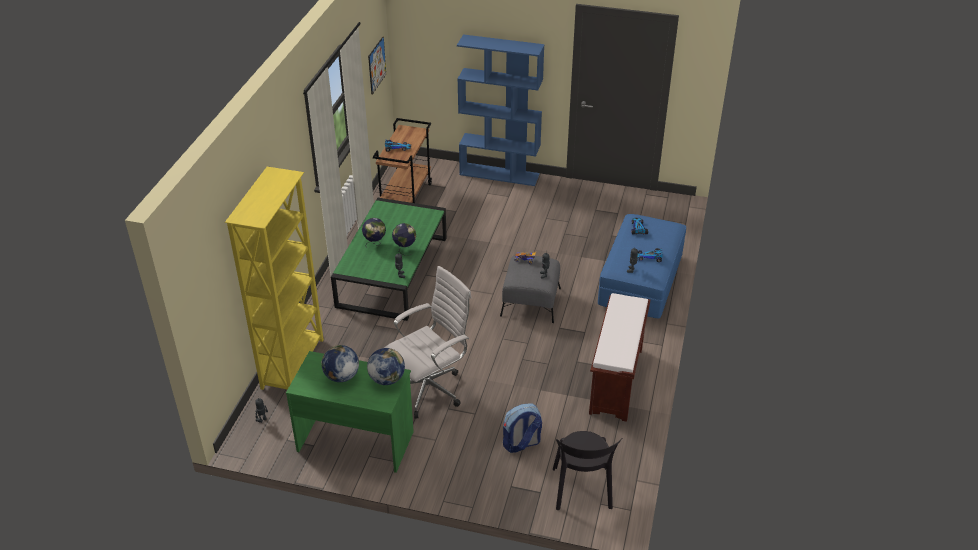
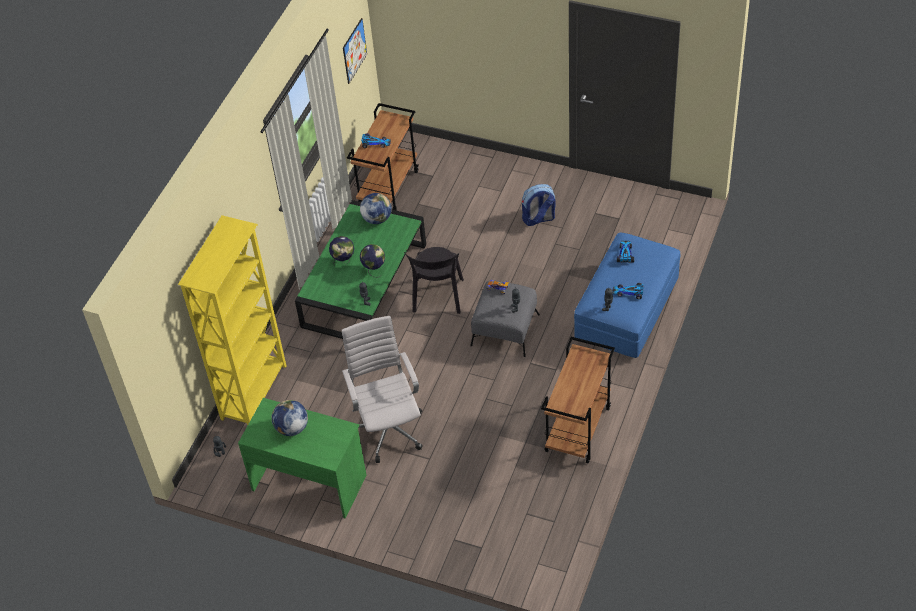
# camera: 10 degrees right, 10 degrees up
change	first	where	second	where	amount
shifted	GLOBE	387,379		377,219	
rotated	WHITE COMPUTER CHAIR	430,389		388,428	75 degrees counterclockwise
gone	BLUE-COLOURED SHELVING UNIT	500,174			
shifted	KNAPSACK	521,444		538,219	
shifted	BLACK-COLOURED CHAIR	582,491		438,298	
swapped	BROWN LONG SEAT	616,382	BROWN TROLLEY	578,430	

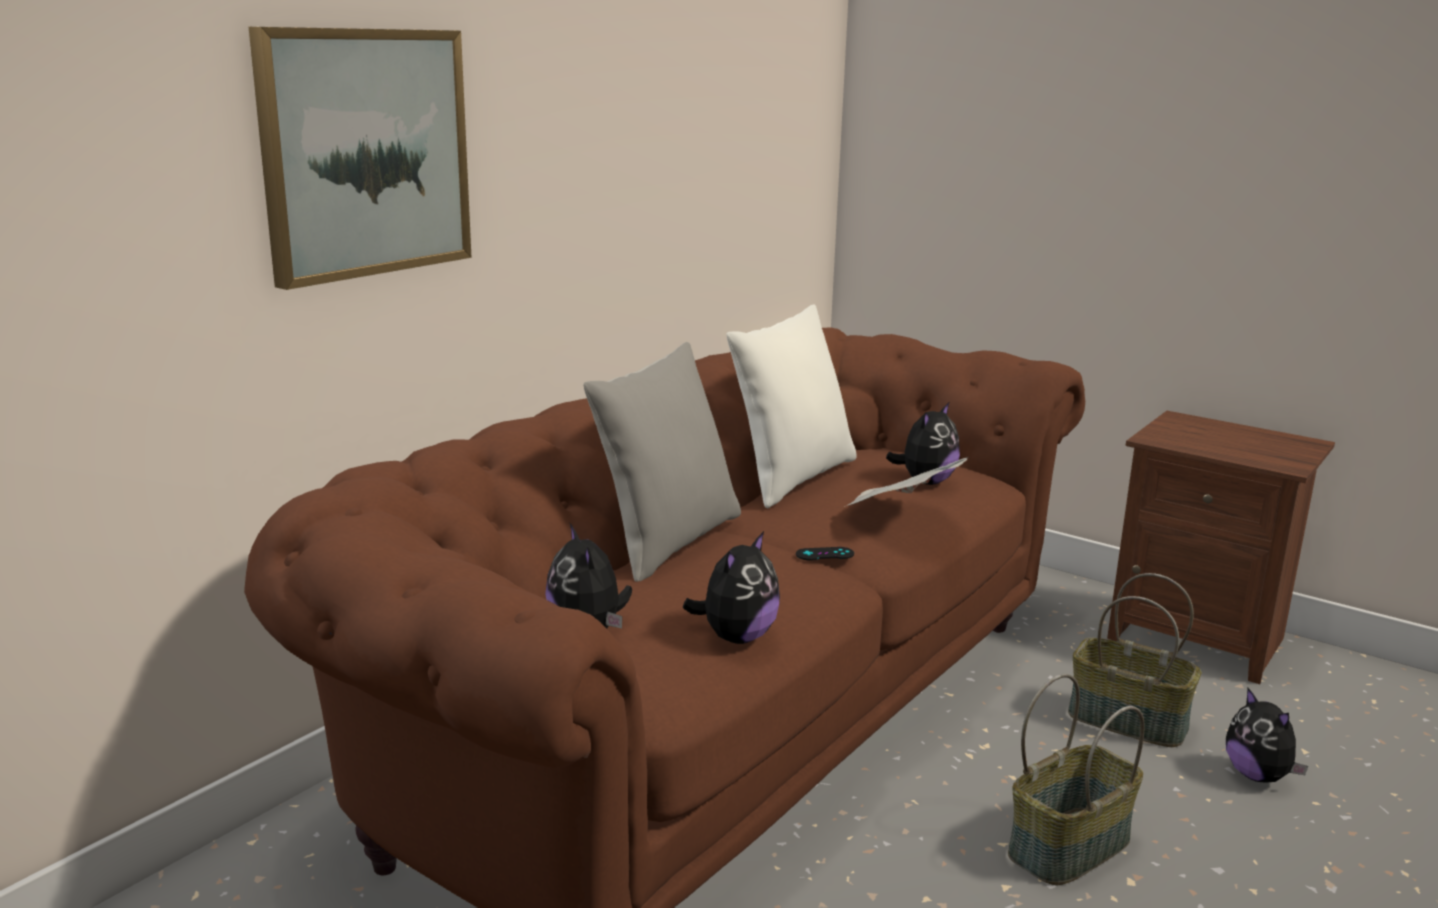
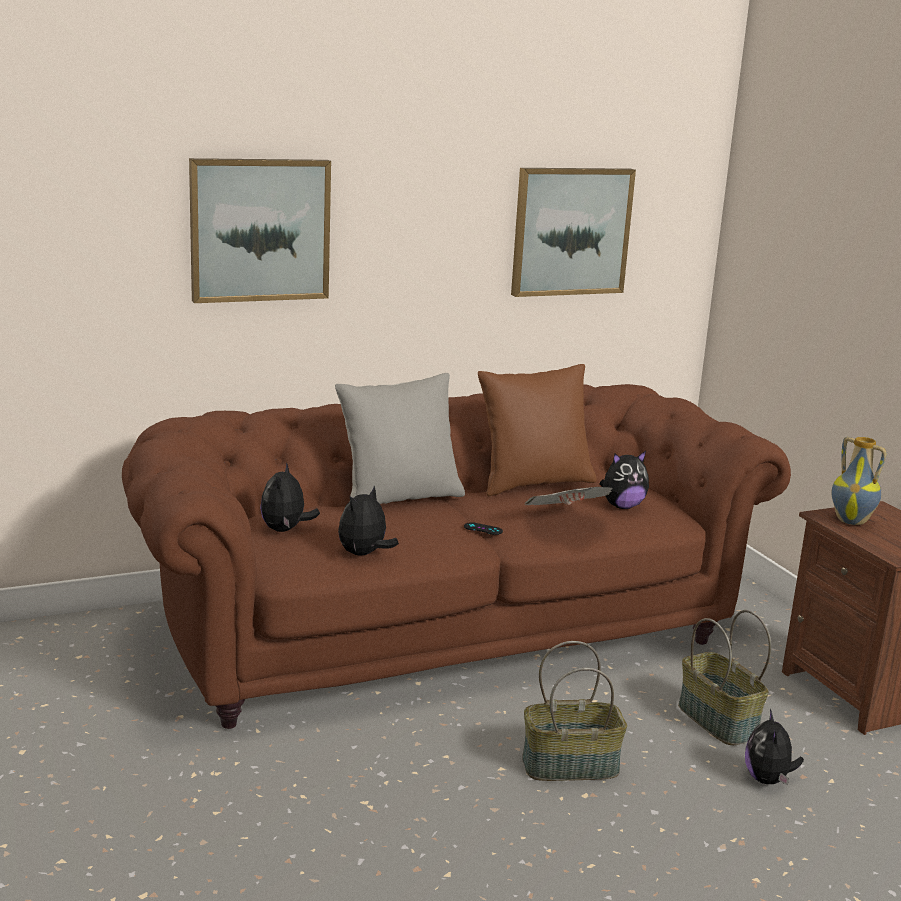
# camera: 30 degrees right, 0 degrees up
change	first	where	second	where	amount
rotated	SOFT TOY	736,637		364,554	150 degrees clockwise
repainted	WHITE THROW PILLOW	791,478	BROWN THROW PILLOW	533,483	
new			WALL PICTURE	571,231	
new			DECORATIVE VASE	852,521	

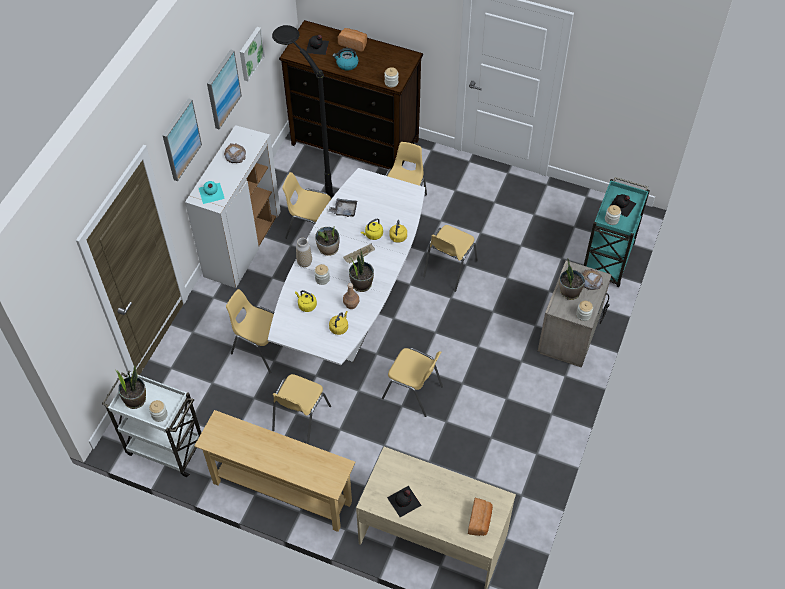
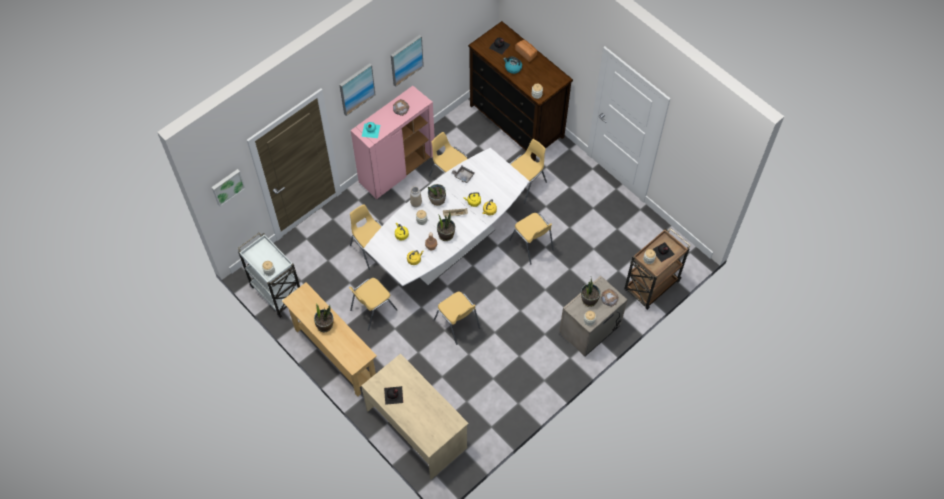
# camera: 25 degrees right, 5 degrees up
change	first	where	second	where	amount
shifted	PLANT IN A POT	135,399		325,325	
repainted	WHITE CABINET	242,245	PINKISH CABINET	397,169	
shifted	WALL PICTURE	250,53		227,186	
gone	BLACK-COLOURED FLOOR LAMP	308,175			
rotated	YELLOW CHAIR	449,269		531,245	90 degrees counterclockwise
gone	BAKED BREAD	480,521			
repainted	BLUE-GREEN TROLLEY	607,261	BROWN TROLLEY	651,286	

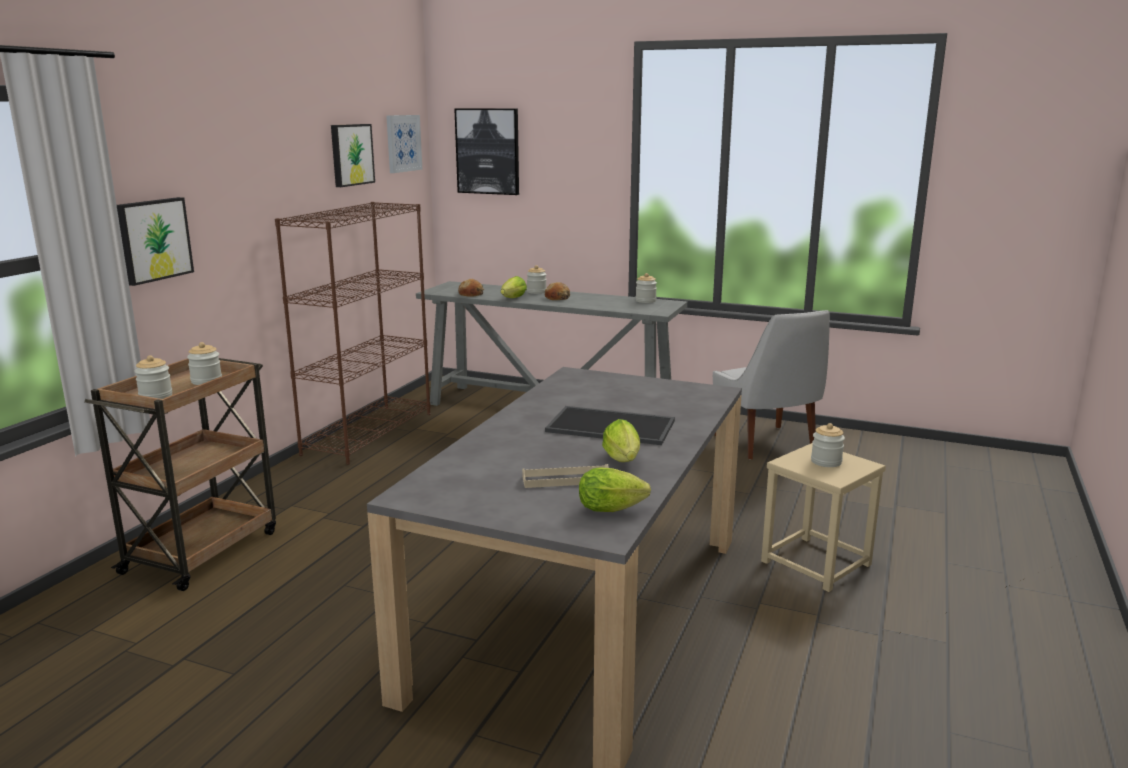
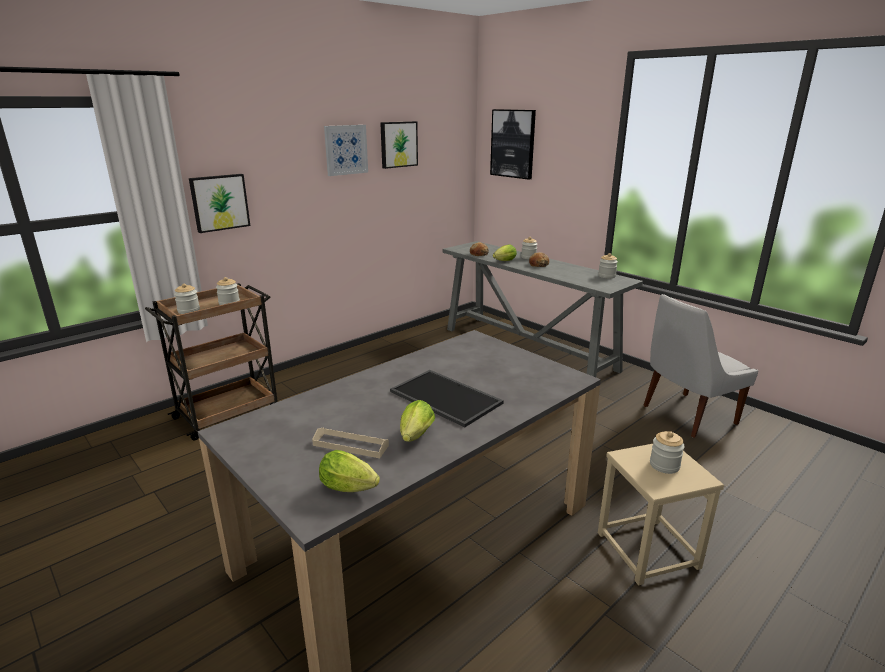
# camera: 25 degrees right, 5 degrees up
change	first	where	second	where	amount
gone	BROWN SHELVING UNIT	368,433			
shifted	WALL PICTURE	403,143		346,150	
rotated	WHITE CHAIR	766,444		686,415	60 degrees clockwise

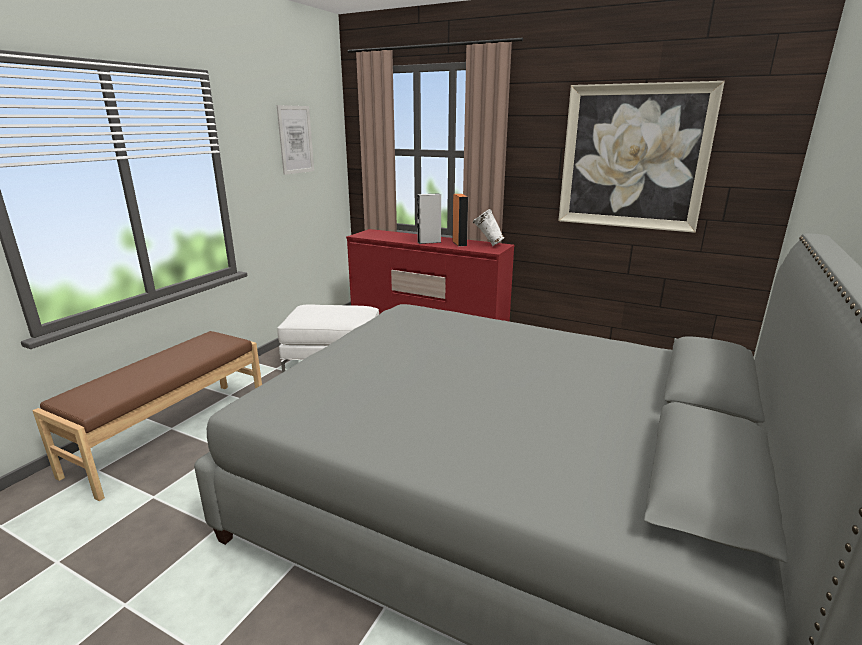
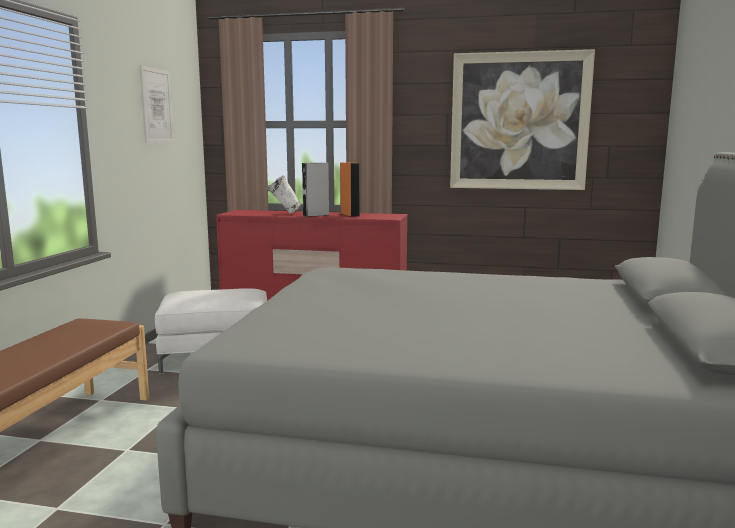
# camera: 15 degrees left, 10 degrees down
change	first	where	second	where	amount
shifted	WHITE DECORATIVE VASE	487,245		283,213	

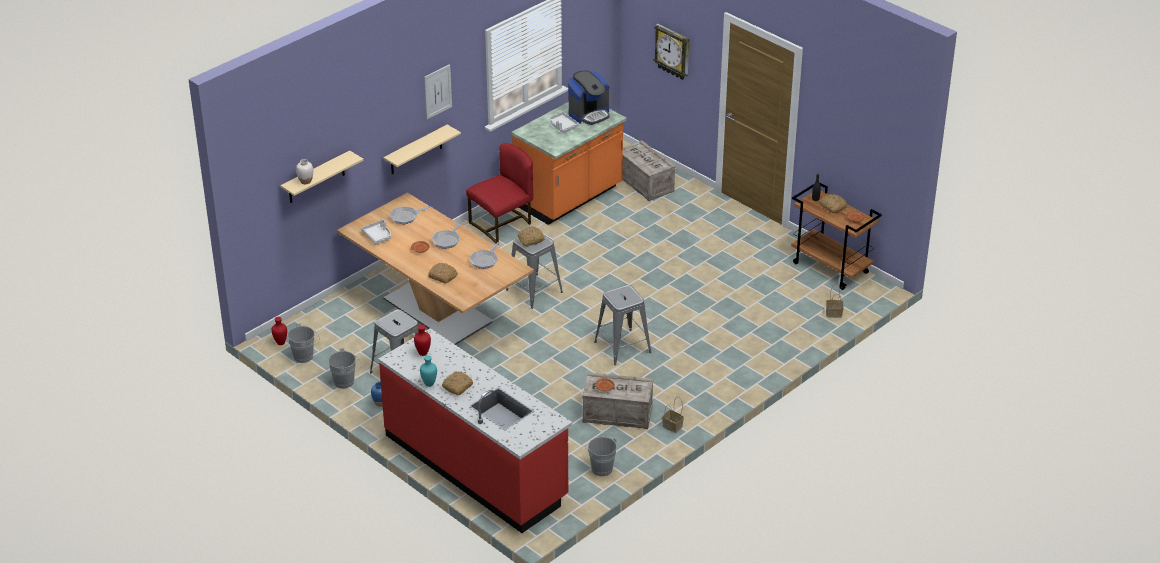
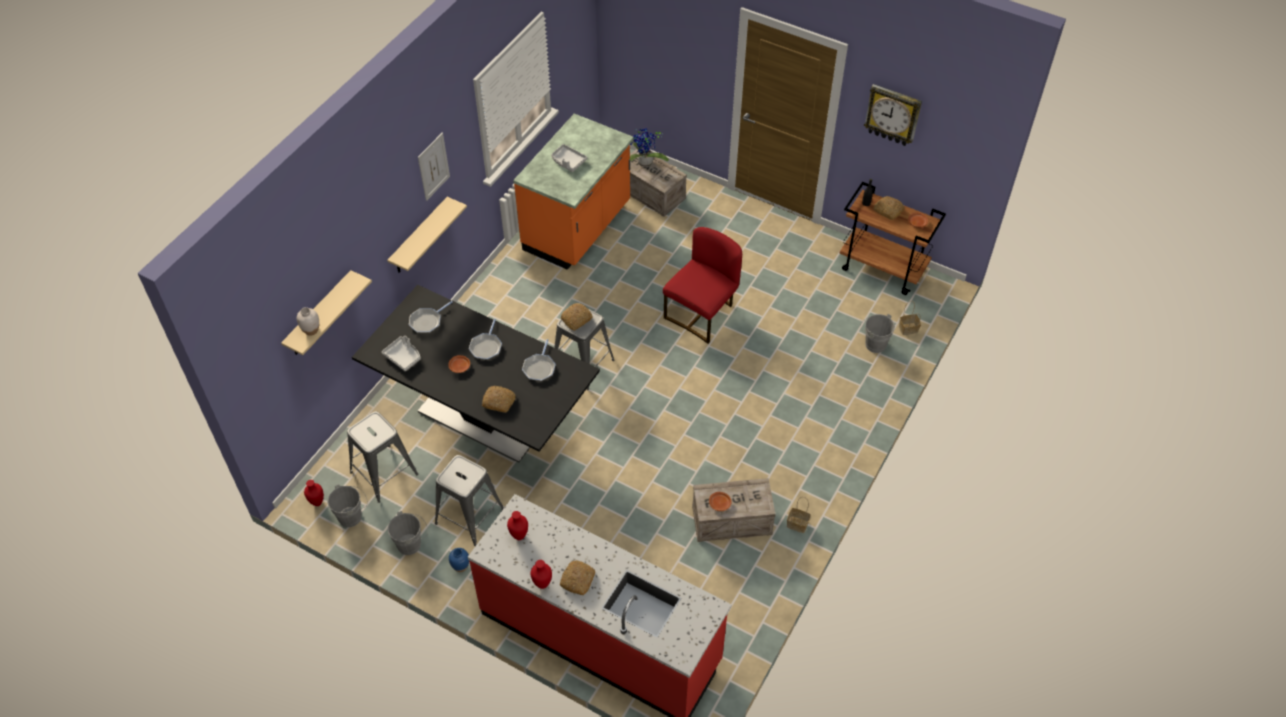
# camera: 15 degrees left, 15 degrees up
change	first	where	second	where	amount
repainted	BEIGE-COLOURED KITCHEN TABLE	437,311	BLACK-COLOURED KITCHEN TABLE	484,416	
repainted	BLUE-GREEN DECORATIVE VASE	429,384	RED DECORATIVE VASE	543,584	
shifted	RED CHAIR	502,225		702,314	
gone	COFFEE MAKER	589,114			
shifted	GRAY WATER BUCKET	600,468		873,343	
shifted	GRAY STOOL	622,347		384,473	
shifted	HANGING CLOCK	673,51		893,115	
new			PLANT IN A POT	644,164	

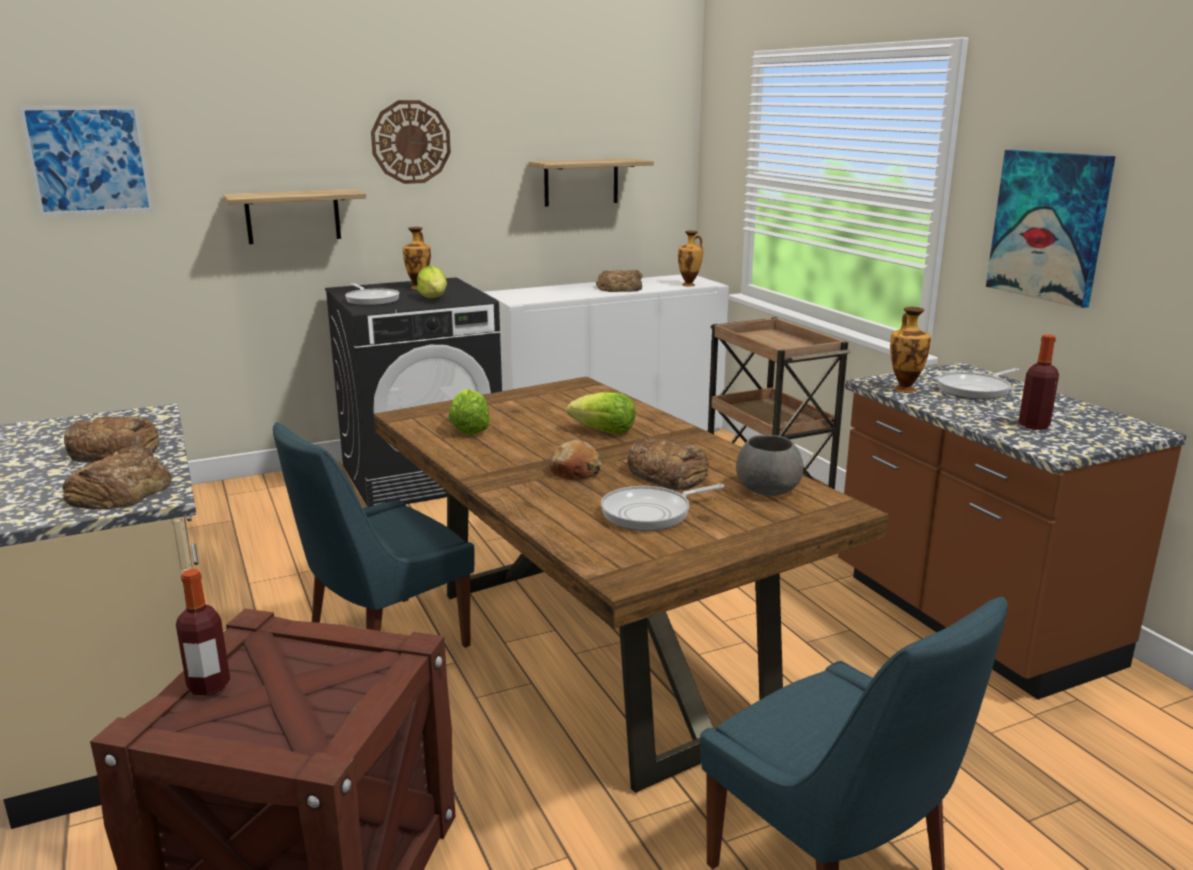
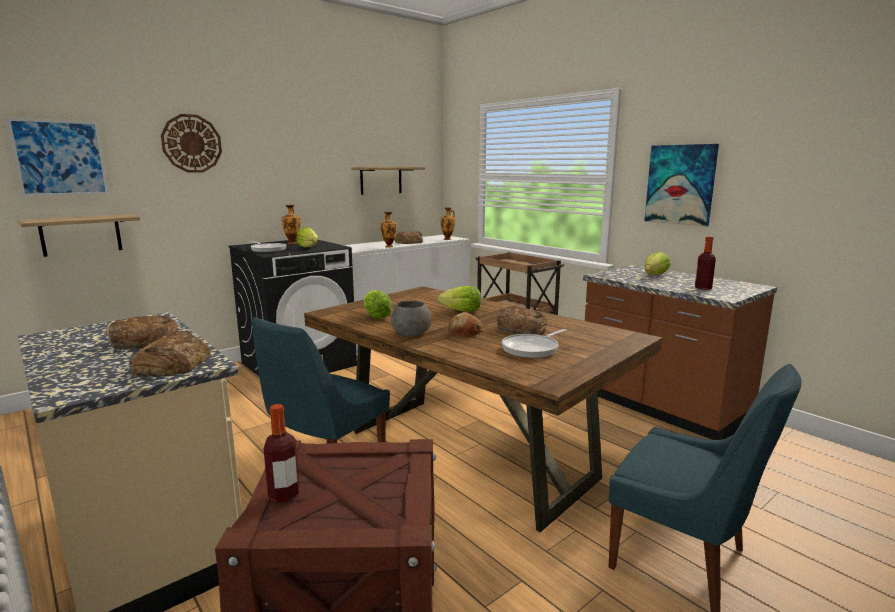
# camera: 15 degrees left, 5 degrees down
change	first	where	second	where	amount
shifted	BRACKET SHELF	293,216		81,235	
shifted	HANGING CLOCK	411,142		191,143	
shifted	GRAY BOWL	768,489		411,333	
shifted	DECORATIVE VASE	904,389		389,246	
swapped	SKILLET	976,390	HEAD OF LETTUCE	655,275	

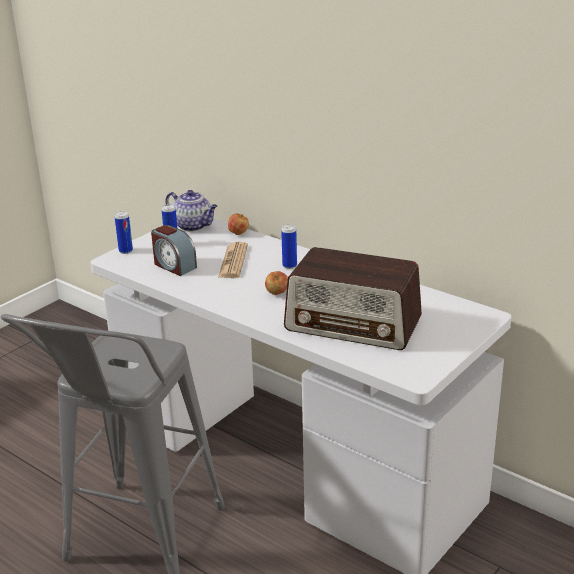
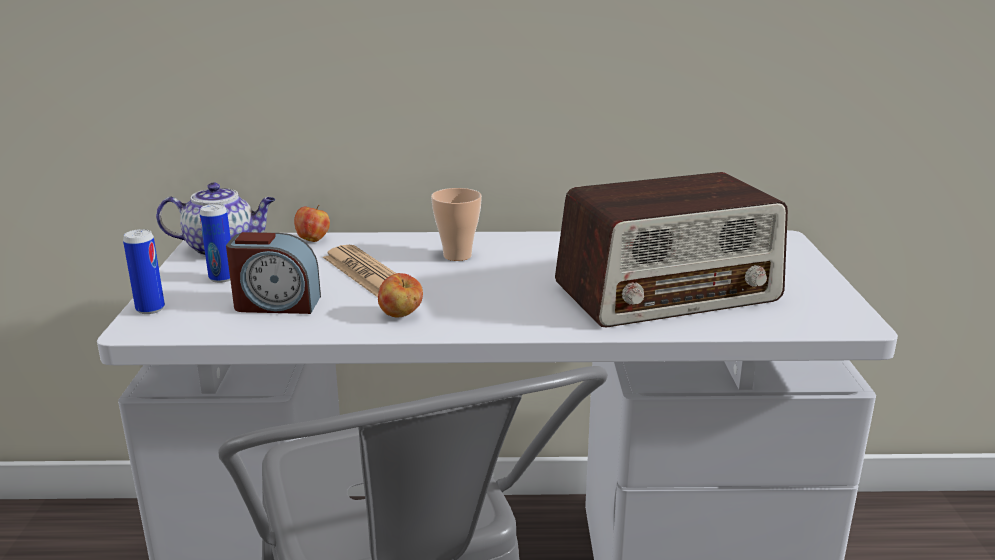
# camera: 40 degrees left, 5 degrees down
change	first	where	second	where	amount
shifted	APPLE	277,293		401,315	
swapped	METAL CAN	289,266	DRINKING CUP	457,255	

